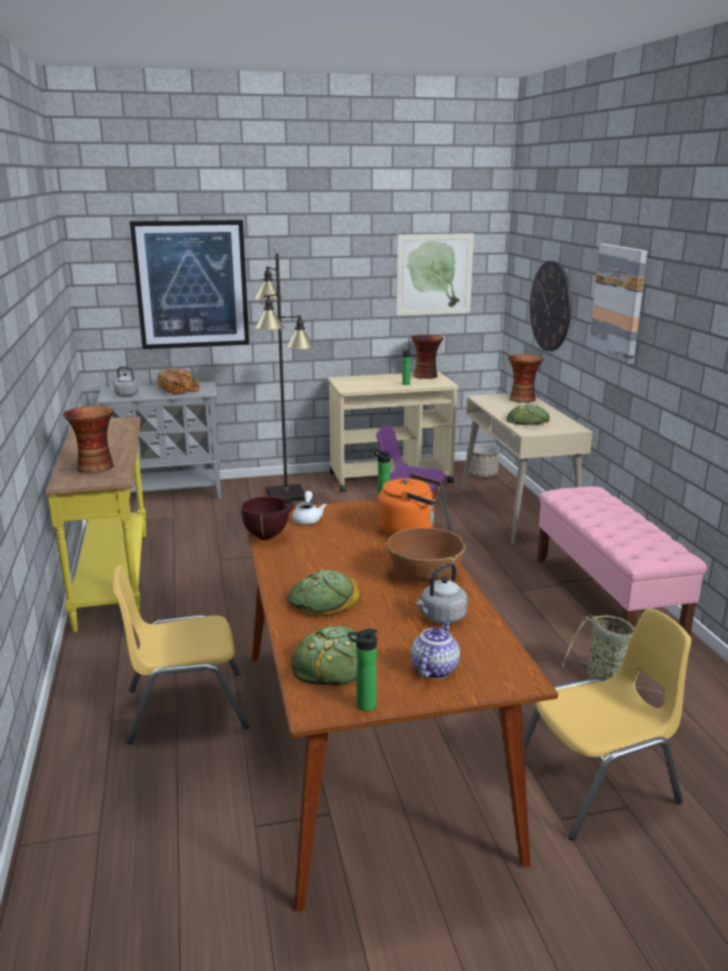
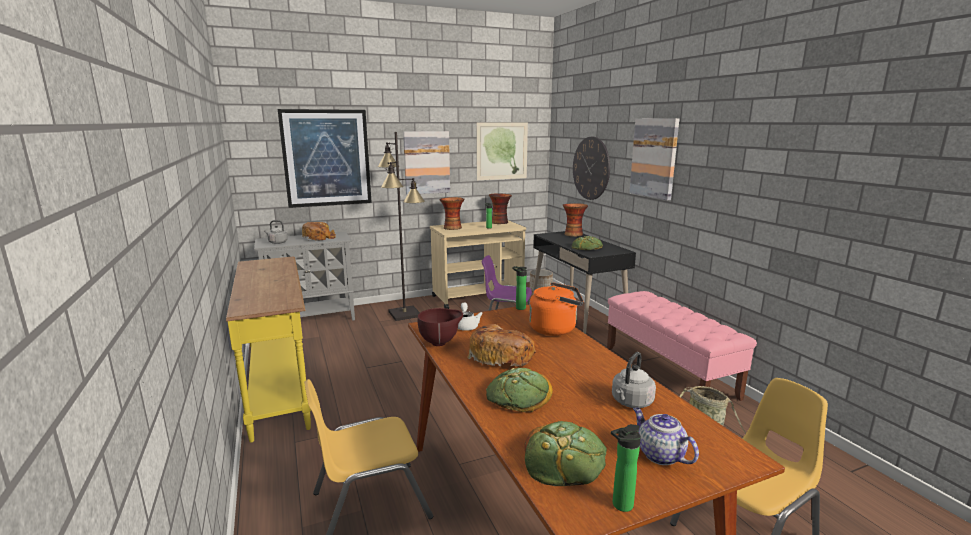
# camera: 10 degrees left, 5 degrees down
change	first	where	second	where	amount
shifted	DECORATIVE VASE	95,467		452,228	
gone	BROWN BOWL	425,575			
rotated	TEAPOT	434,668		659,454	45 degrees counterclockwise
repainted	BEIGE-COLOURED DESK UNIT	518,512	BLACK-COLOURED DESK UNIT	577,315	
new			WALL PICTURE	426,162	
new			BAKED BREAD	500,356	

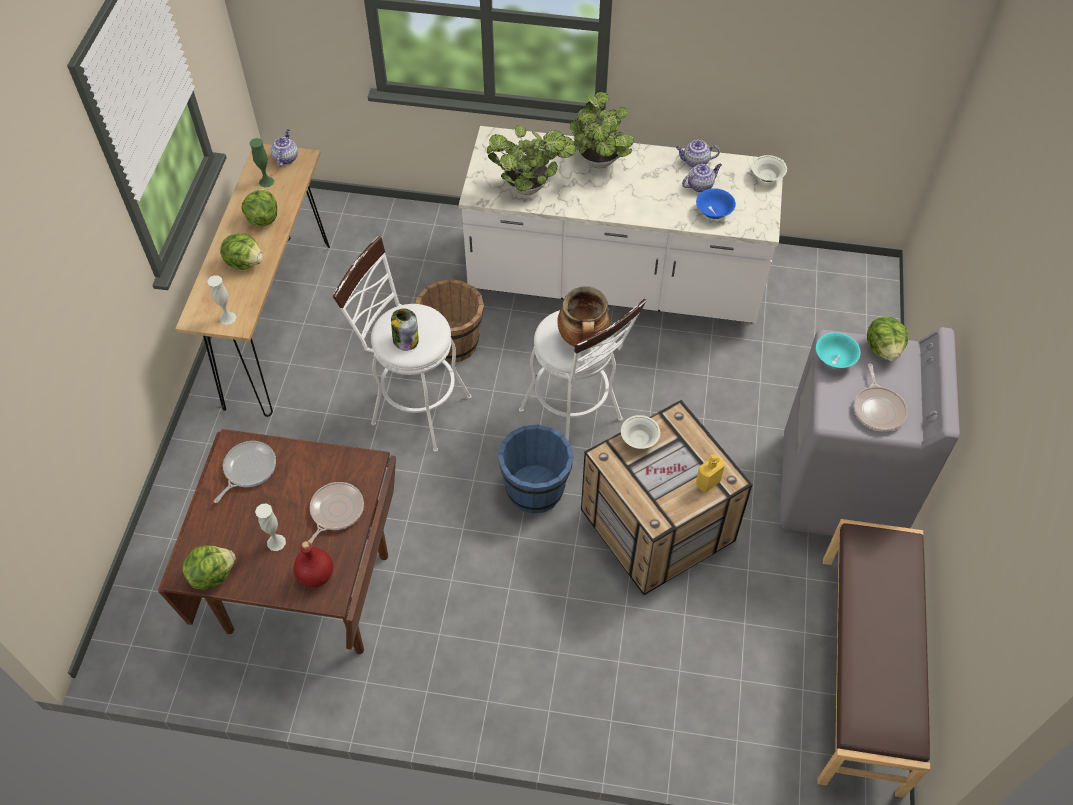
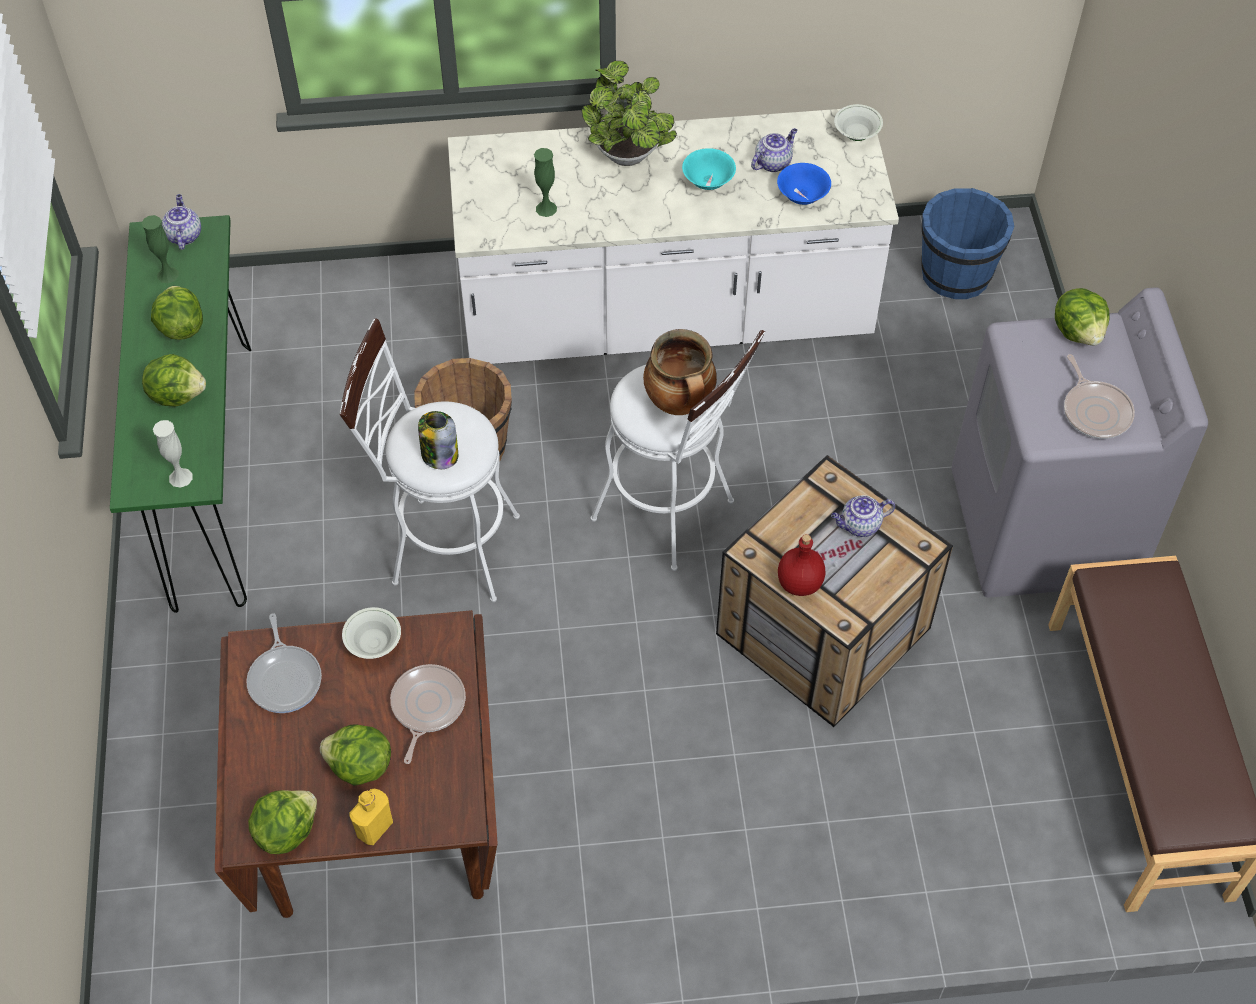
# camera: 15 degrees left, 0 degrees up
change	first	where	second	where	amount
repainted	BROWN NARROW TABLE	278,324	GREEN-COLOURED NARROW TABLE	212,473	
rotated	SKILLET	248,469		285,678	150 degrees clockwise
swapped	WHITE DECORATIVE VASE	276,542	HEAD OF LETTUCE	360,767	
shifted	RED BEVERAGE BOTTLE	316,575		800,582	
swapped	PLANT IN A POT	530,186	GREEN-COLOURED DECORATIVE VASE	546,208	
shifted	BLUE-COLOURED WATER BUCKET	535,488		956,273	
shifted	WHITE BOWL	639,439		374,644	
shifted	TEAPOT	695,162		859,525	
shifted	YELLOW BEVERAGE BOTTLE	707,482		374,828	
shifted	BLUE-GREEN BOWL	834,359		708,181	

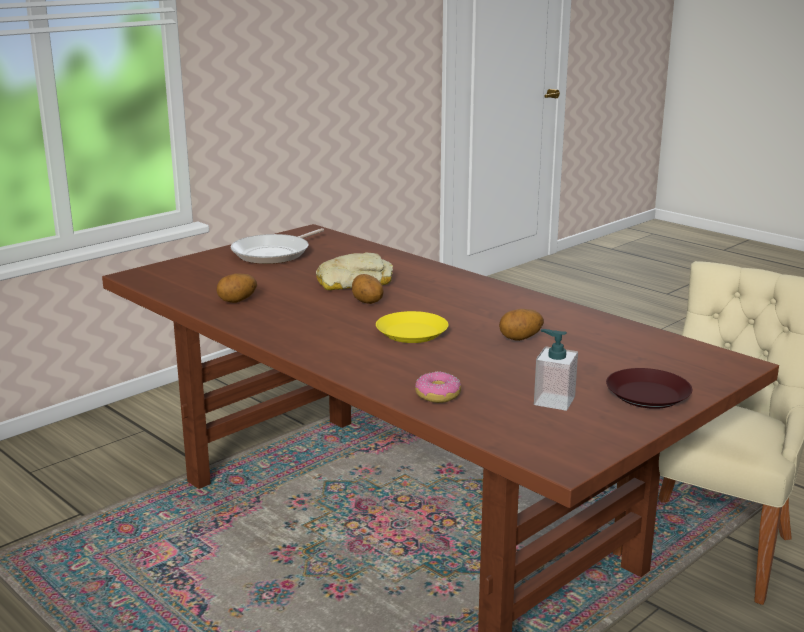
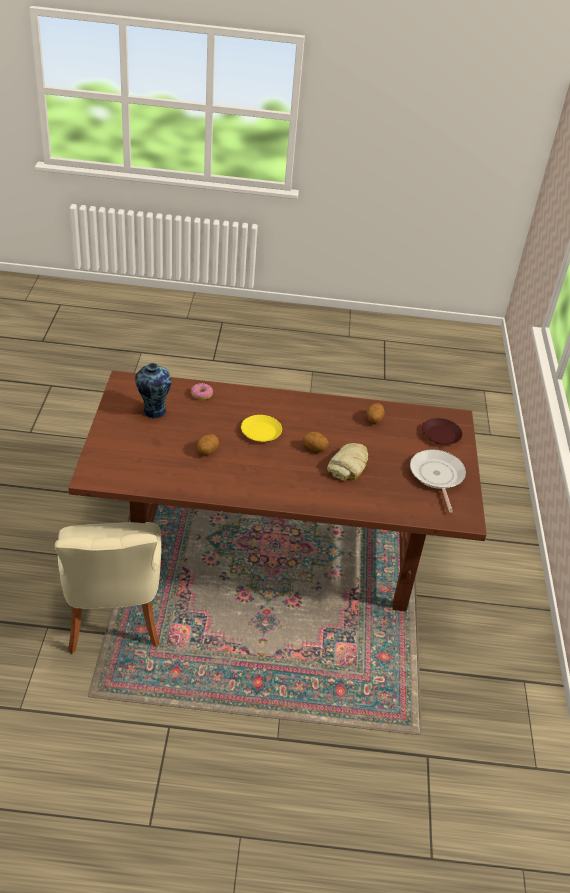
# camera: 135 degrees right, 20 degrees up
change	first	where	second	where	amount
swapped	SOAP DISPENSER	554,401	DECORATIVE VASE	153,411	
shifted	BROWN DINNER PLATE	646,395		441,435	

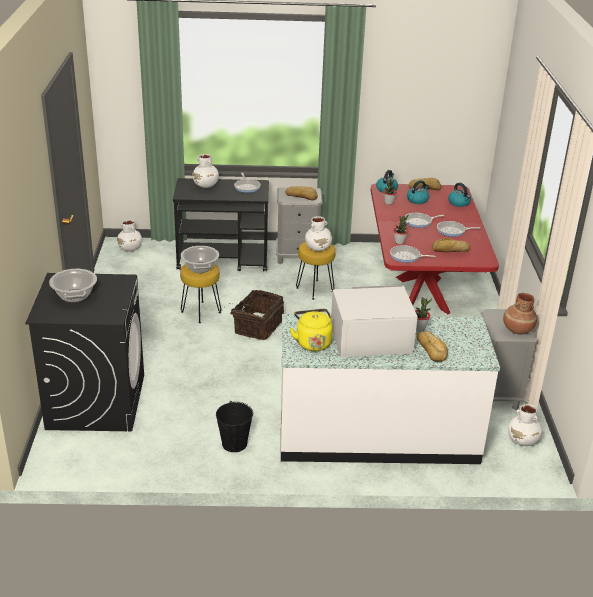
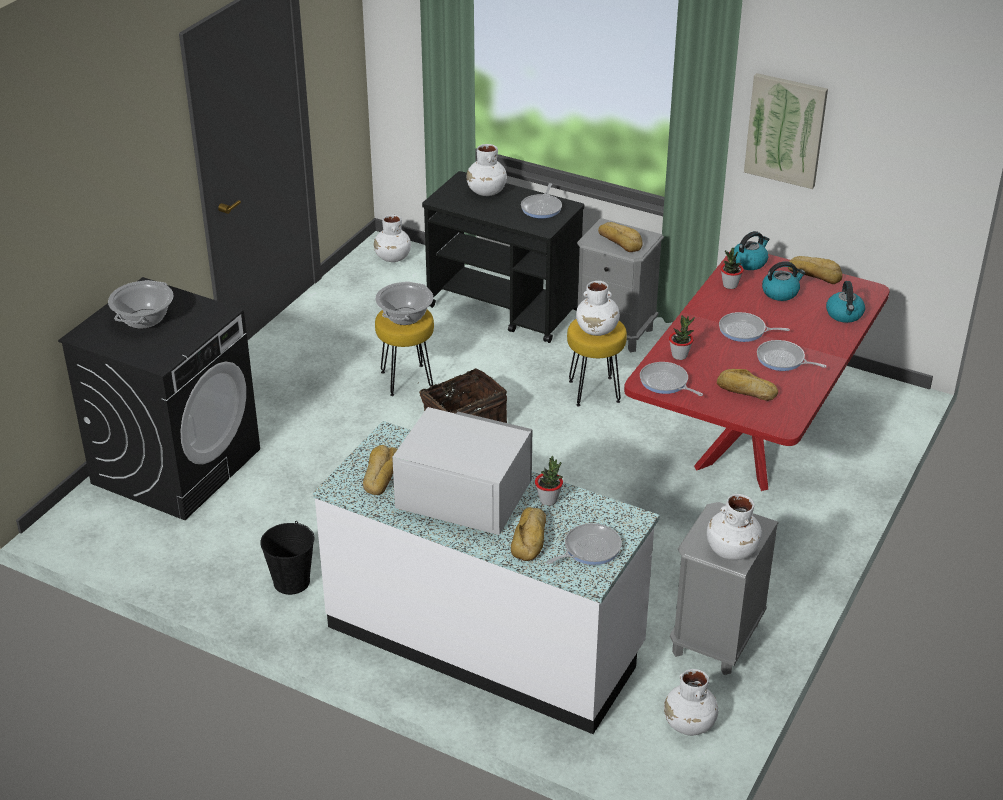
# camera: 30 degrees right, 5 degrees up
change	first	where	second	where	amount
swapped	YELLOW TEA KETTLE	312,342	BAKED BREAD	380,475	
repainted	BROWN DECORATIVE VASE	517,330	WHITE DECORATIVE VASE	731,550	
new			SKILLET	589,549	
new			WALL PICTURE	785,130	

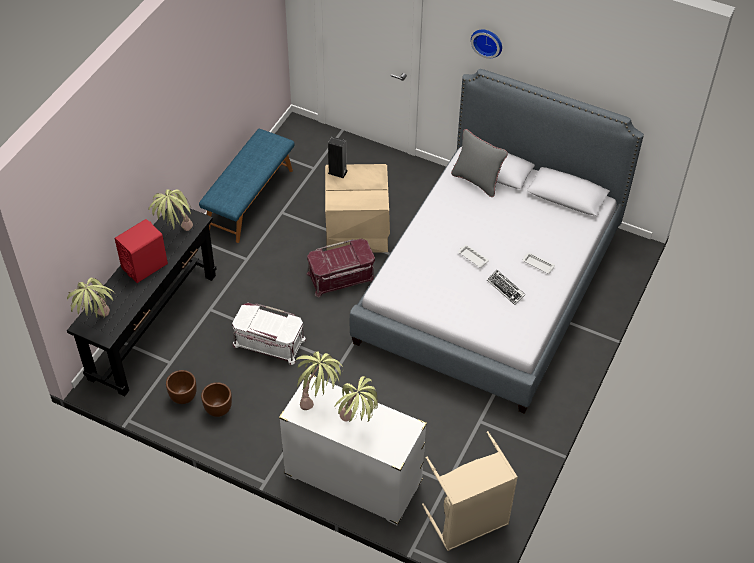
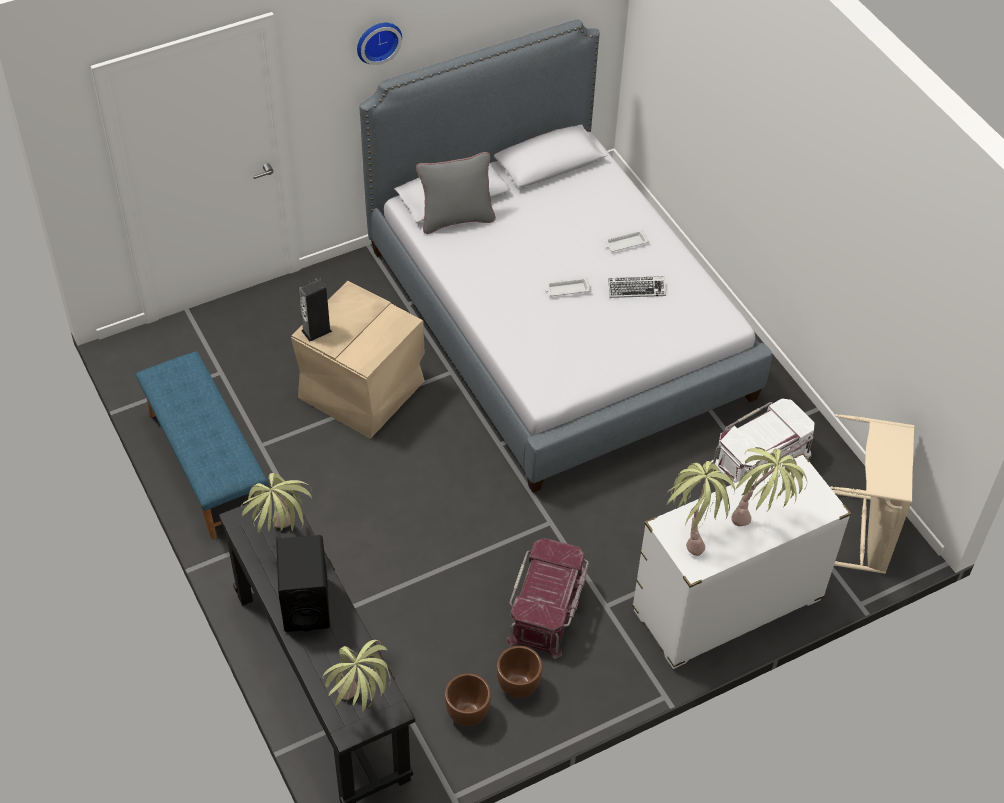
# camera: 55 degrees left, 0 degrees up
change	first	where	second	where	amount
repainted	RED AUDIO SPEAKER	145,266	BLACK-COLOURED AUDIO SPEAKER	305,604	
shifted	WHITE STORAGE CONTAINER	268,343		761,460	
shifted	RED STORAGE CONTAINER	341,277		547,610	

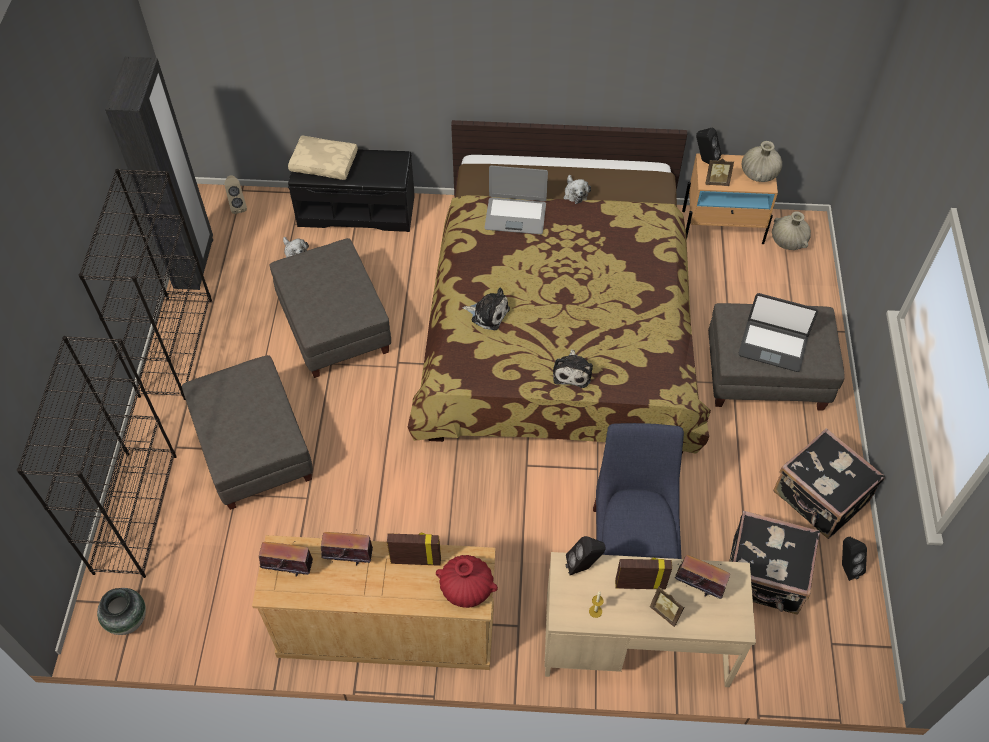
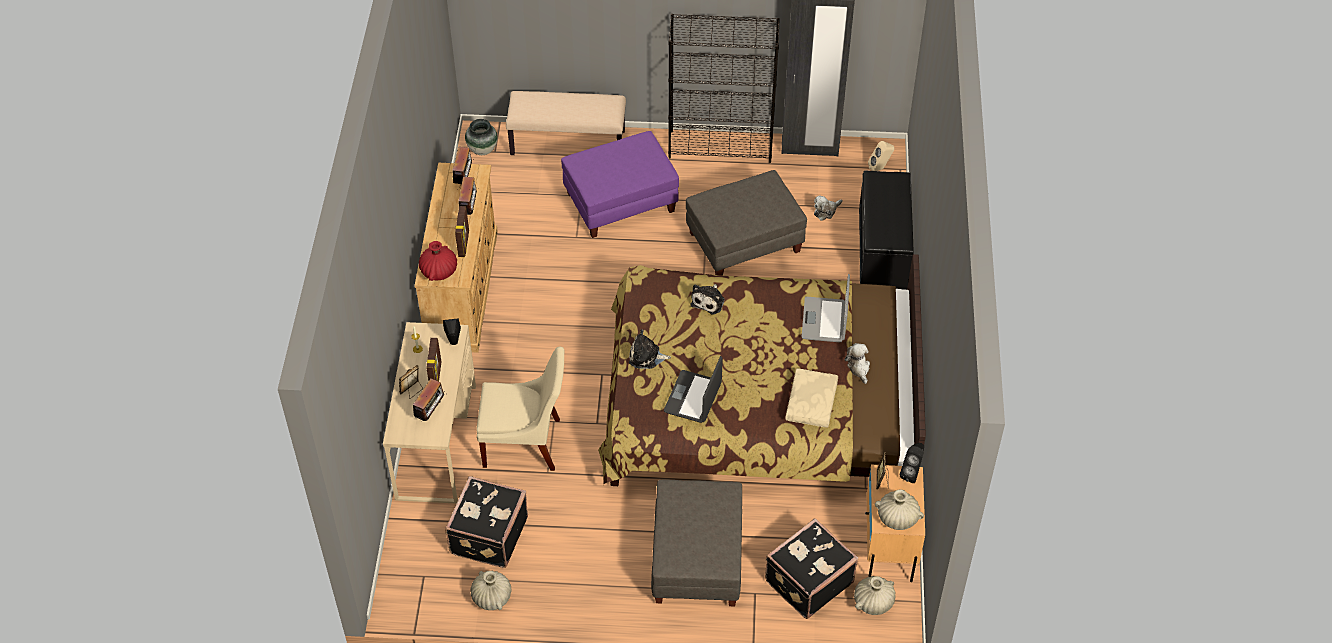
# camera: 90 degrees right, 5 degrees down
change	first	where	second	where	amount
swapped	BLACK-COLOURED SHELVING UNIT	135,512	BEIGE-COLOURED LONG SEAT	568,142	
repainted	GRAY FOOTREST	255,450	PURPLE-COLOURED FOOTREST	621,203	
shifted	BEIGE-COLOURED THROW PILLOW	325,163		812,403	
rotated	SOFT TOY	575,195		858,368	90 degrees clockwise
repainted	BLUE-COLOURED CHAIR	632,541	BEIGE-COLOURED CHAIR	526,444	
shifted	PORTABLE COMPUTER	773,345		693,398	
shifted	BLACK-COLOURED PIECE OF LUGGAGE	819,498		807,581	
swapped	BLACK-COLOURED AUDIO SPEAKER	846,567	BEIGE-COLOURED DECORATIVE VASE	492,597	

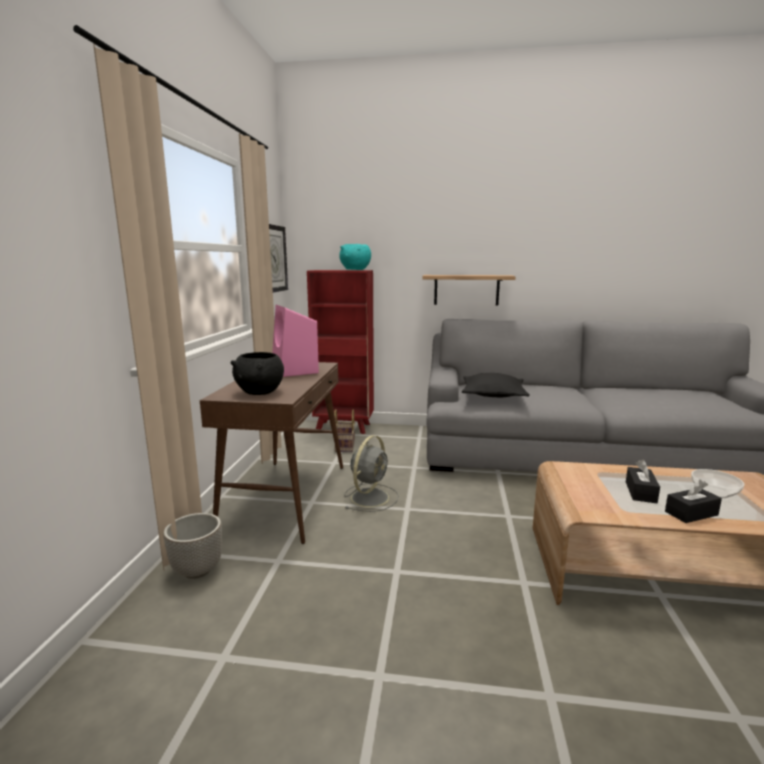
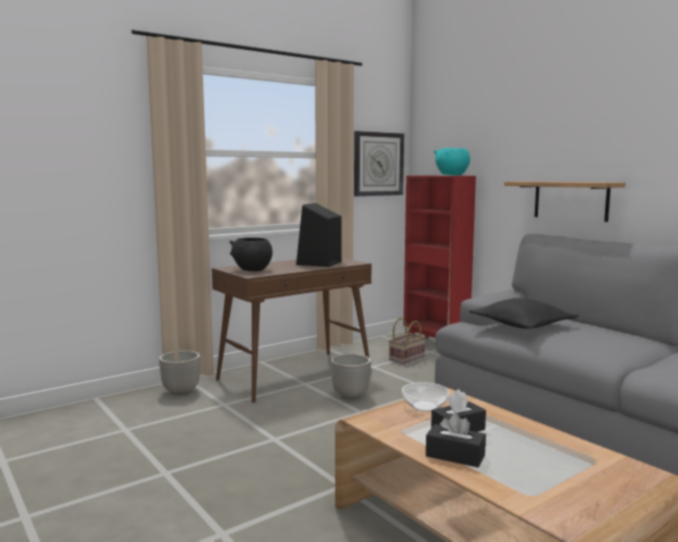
# camera: 45 degrees right, 5 degrees down
change	first	where	second	where	amount
repainted	PINKISH AUDIO SPEAKER	295,371	BLACK-COLOURED AUDIO SPEAKER	319,263	
swapped	GRAY COOLING FAN	371,497	PLANTER	351,395	
shifted	BOWL	715,492		425,407	

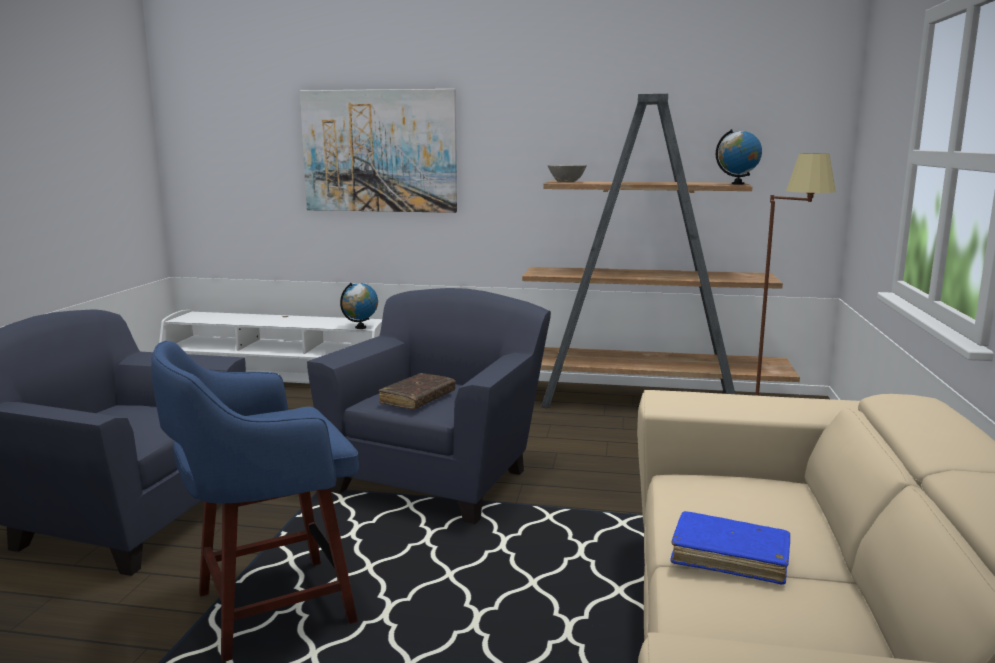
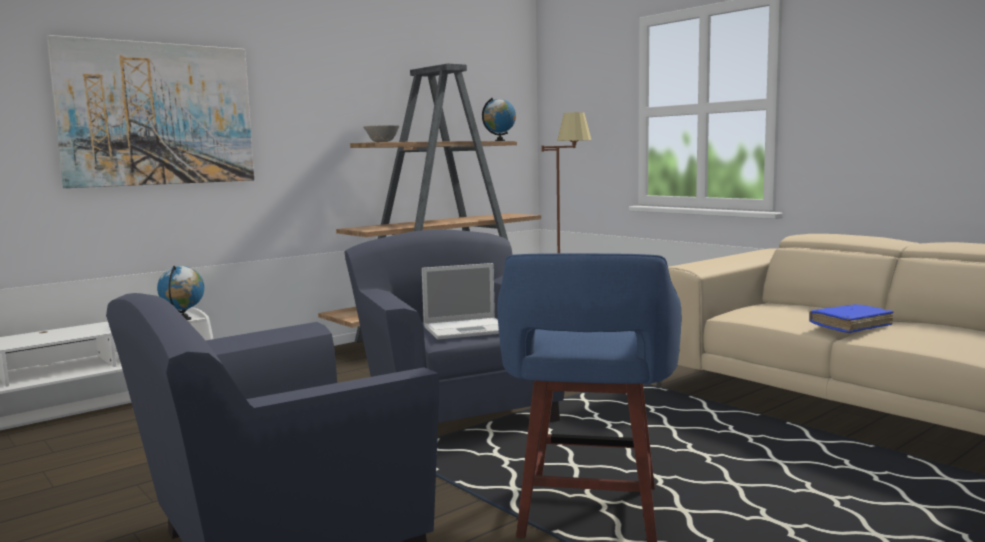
# camera: 50 degrees left, 5 degrees down
change	first	where	second	where	amount
swapped	BROWN BOOK	418,399	PORTABLE COMPUTER	468,329	

